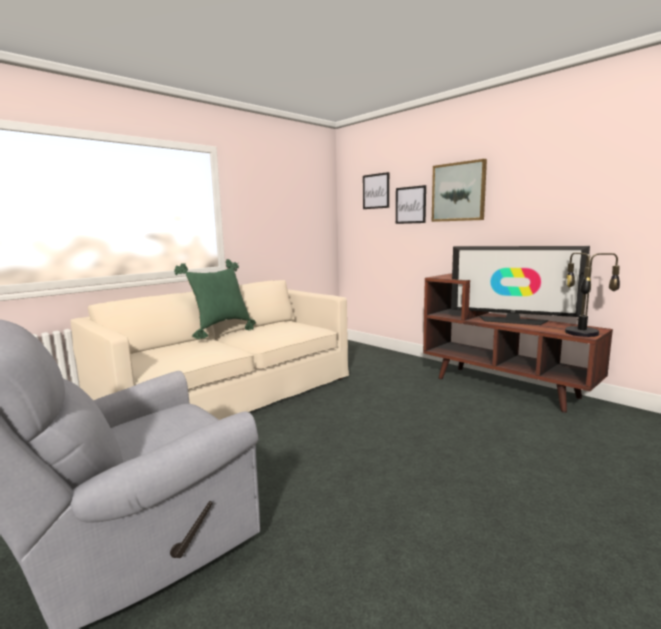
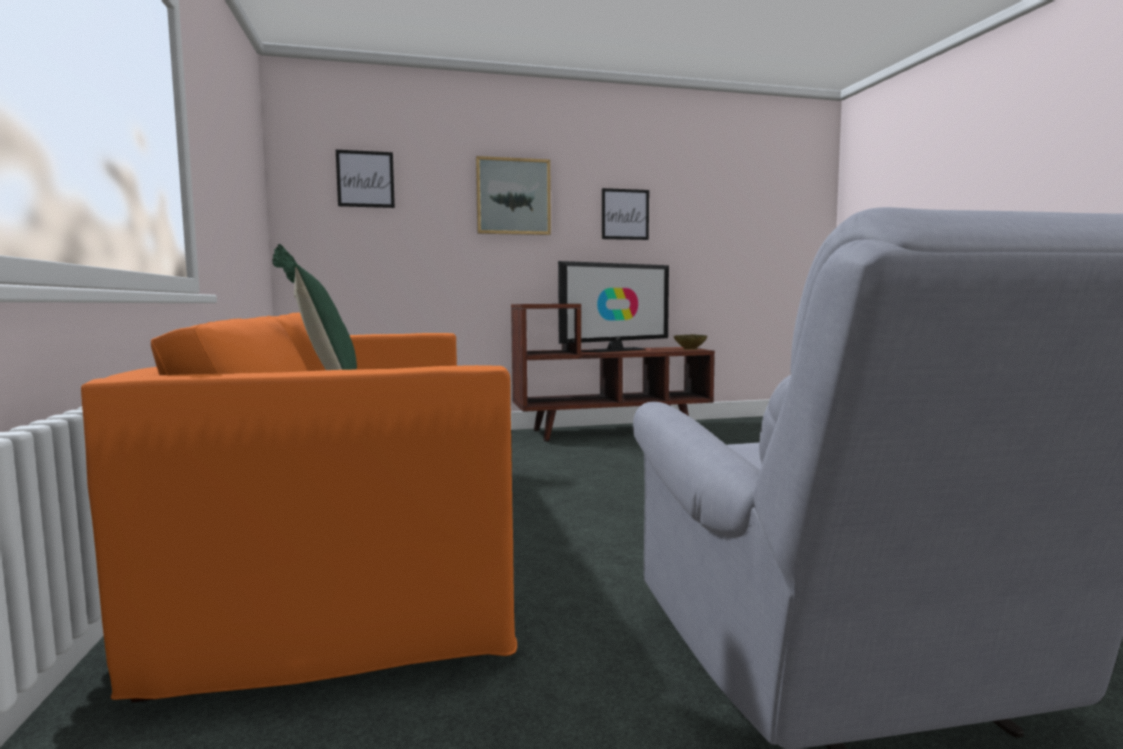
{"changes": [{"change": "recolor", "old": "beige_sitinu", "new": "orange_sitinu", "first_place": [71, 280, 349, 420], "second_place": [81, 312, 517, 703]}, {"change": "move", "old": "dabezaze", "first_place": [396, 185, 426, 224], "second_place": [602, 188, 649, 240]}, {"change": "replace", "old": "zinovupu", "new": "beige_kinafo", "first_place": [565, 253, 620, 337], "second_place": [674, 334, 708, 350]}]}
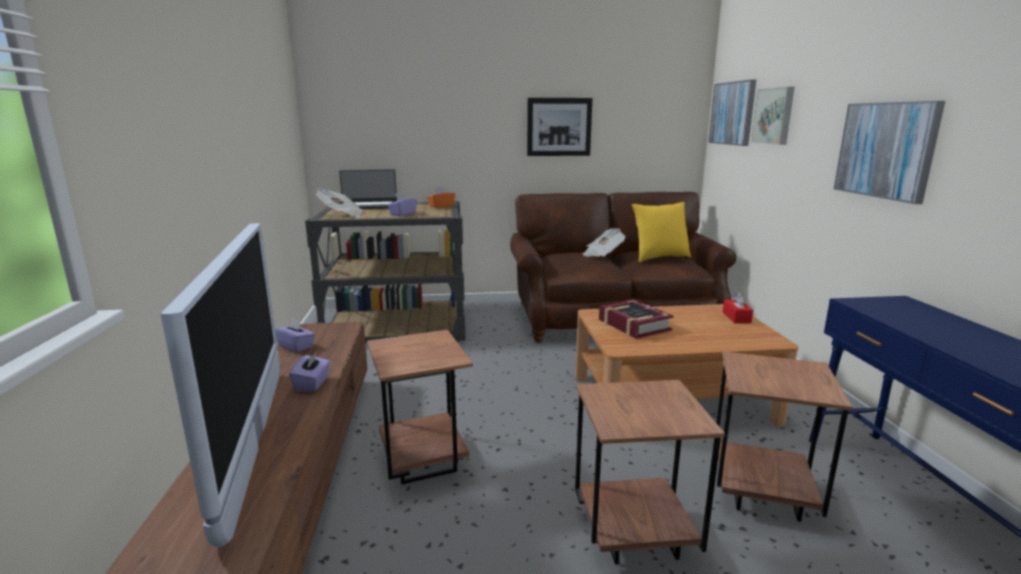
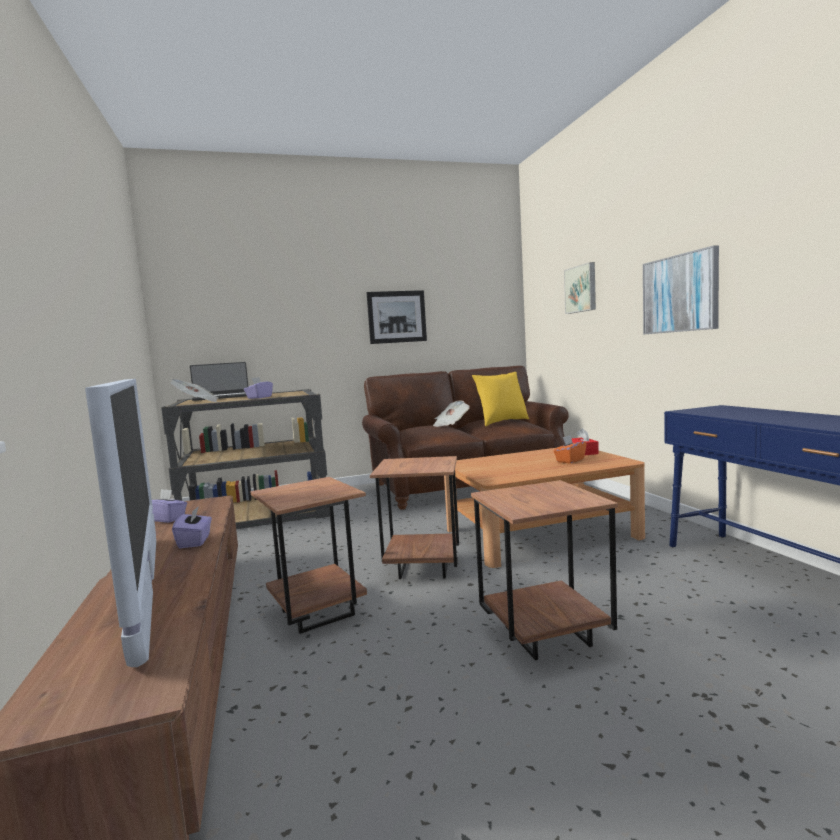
{"changes": [{"change": "move", "old": "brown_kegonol", "first_place": [716, 351, 853, 522], "second_place": [370, 456, 459, 579]}, {"change": "move", "old": "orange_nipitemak", "first_place": [427, 186, 455, 208], "second_place": [553, 435, 586, 464]}, {"change": "delete", "old": "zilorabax", "first_place": [599, 299, 673, 339]}, {"change": "delete", "old": "dabezaze", "first_place": [708, 79, 756, 146]}]}
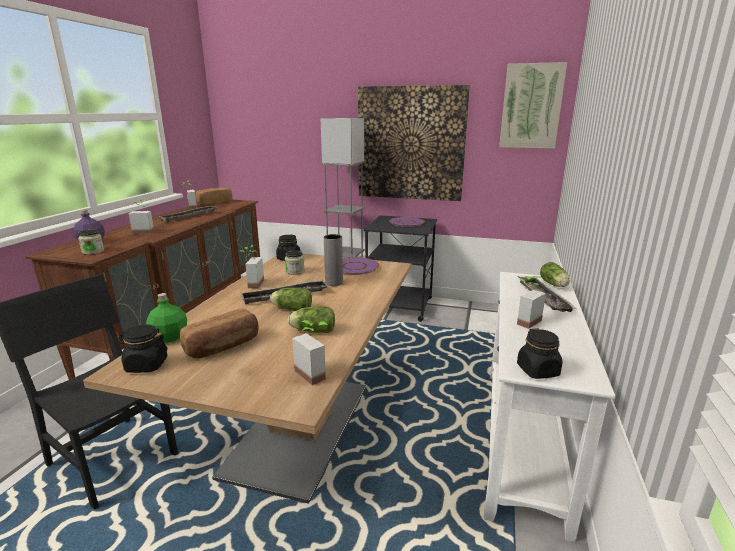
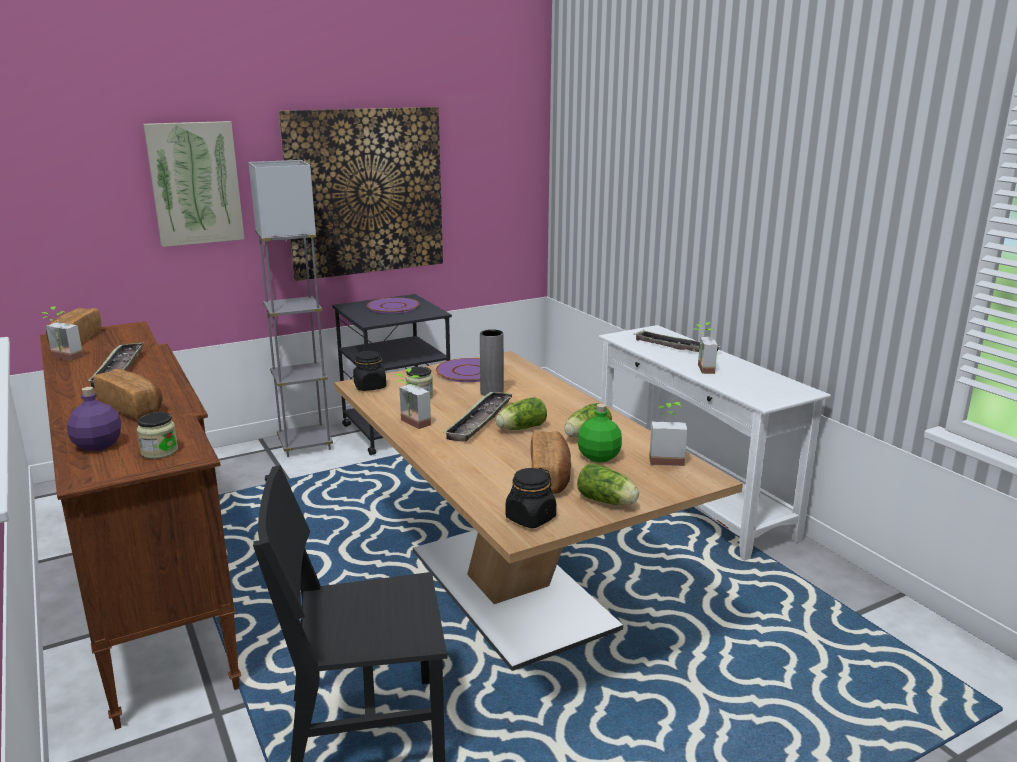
{"changes": [{"change": "replace", "old": "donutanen", "new": "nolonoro", "first_place": [129, 200, 154, 235], "second_place": [94, 369, 163, 419]}, {"change": "move", "old": "dabezaze", "first_place": [499, 62, 567, 149], "second_place": [143, 121, 245, 247]}, {"change": "move", "old": "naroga", "first_place": [540, 262, 570, 287], "second_place": [577, 463, 639, 505]}, {"change": "move", "old": "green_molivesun", "first_place": [146, 293, 187, 343], "second_place": [578, 404, 622, 462]}, {"change": "delete", "old": "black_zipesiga", "first_place": [517, 328, 562, 379]}]}
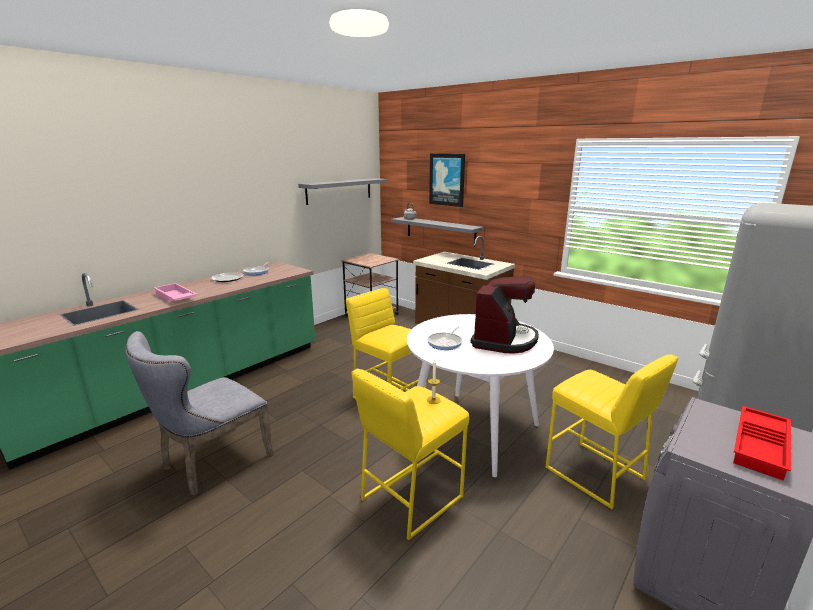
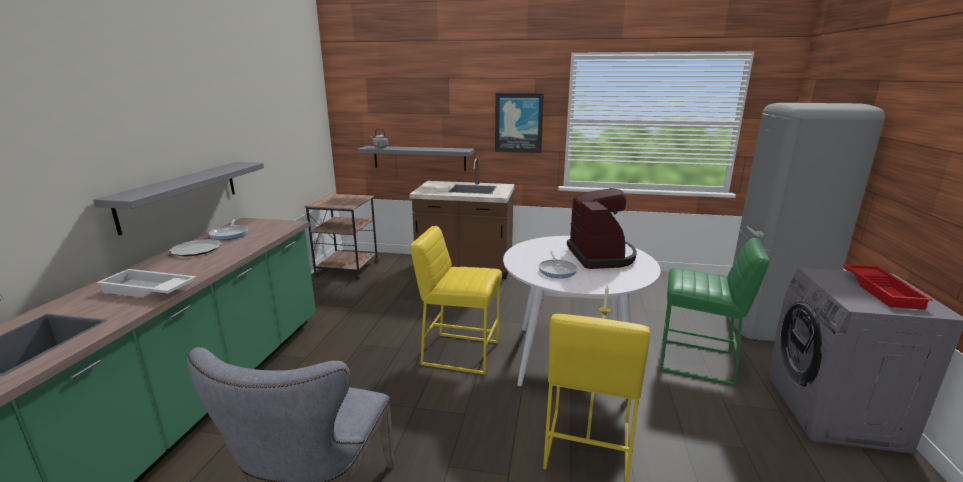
{"changes": [{"change": "move", "old": "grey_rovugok", "first_place": [298, 178, 387, 205], "second_place": [93, 162, 264, 235]}, {"change": "recolor", "old": "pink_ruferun", "new": "white_ruferun", "first_place": [154, 283, 197, 301], "second_place": [96, 269, 196, 298]}, {"change": "move", "old": "dabezaze", "first_place": [429, 154, 465, 207], "second_place": [495, 93, 544, 153]}, {"change": "recolor", "old": "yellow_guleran", "new": "green_guleran", "first_place": [546, 354, 678, 509], "second_place": [660, 238, 769, 386]}]}
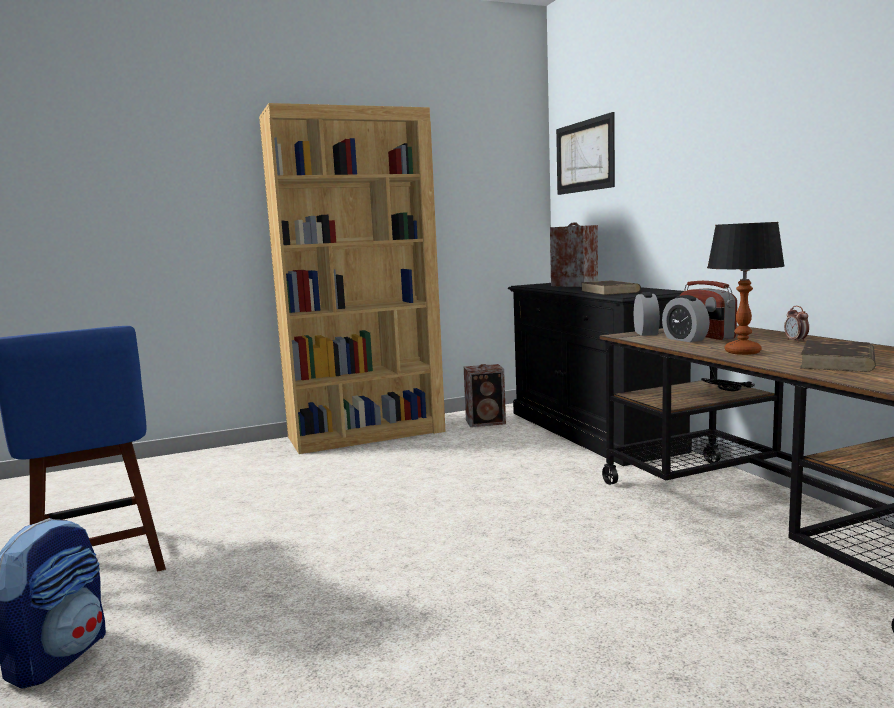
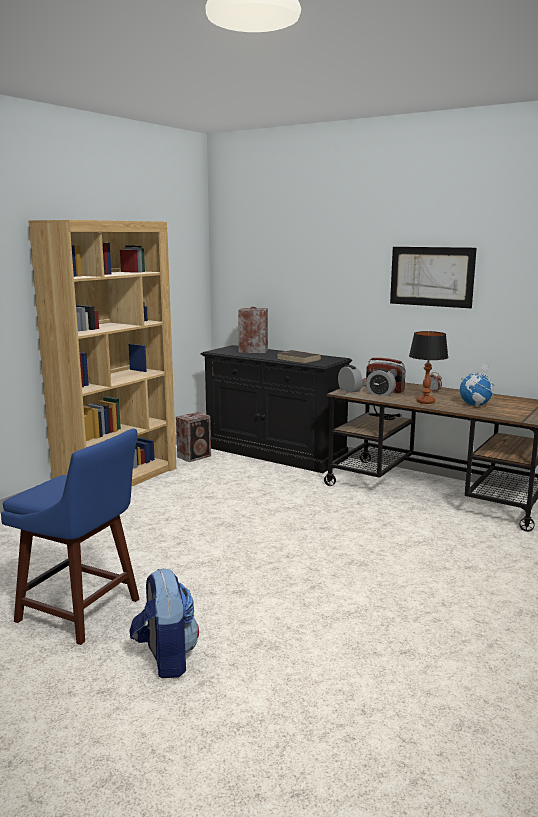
{"changes": [{"change": "move", "old": "dabezaze", "first_place": [556, 112, 615, 195], "second_place": [390, 247, 477, 308]}, {"change": "replace", "old": "brown_zilorabax", "new": "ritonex", "first_place": [800, 340, 876, 372], "second_place": [460, 363, 495, 406]}]}
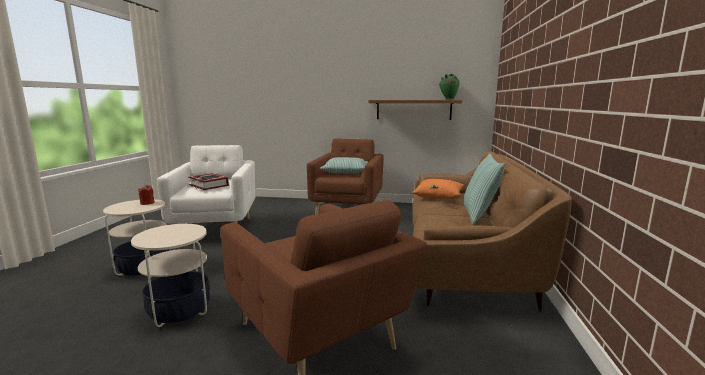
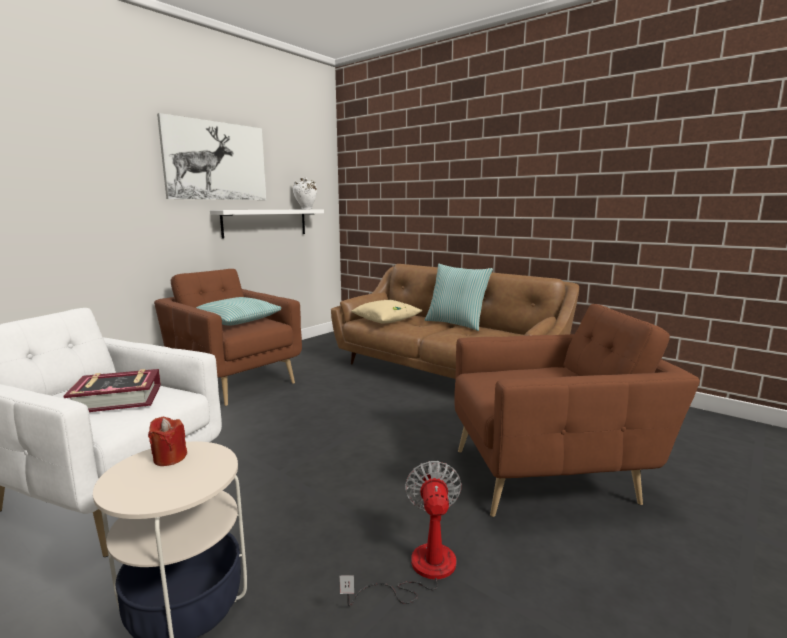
{"changes": [{"change": "insert", "new": "dabezaze", "second_place": [157, 113, 266, 200]}, {"change": "recolor", "old": "brown_rovugok", "new": "white_rovugok", "first_place": [368, 100, 462, 120], "second_place": [210, 209, 324, 239]}, {"change": "recolor", "old": "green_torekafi", "new": "white_torekafi", "first_place": [439, 74, 460, 100], "second_place": [293, 177, 317, 209]}, {"change": "replace", "old": "beige_kegonol", "new": "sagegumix", "first_place": [131, 224, 210, 327], "second_place": [340, 461, 462, 606]}, {"change": "recolor", "old": "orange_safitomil", "new": "beige_safitomil", "first_place": [412, 179, 464, 199], "second_place": [351, 300, 423, 323]}]}
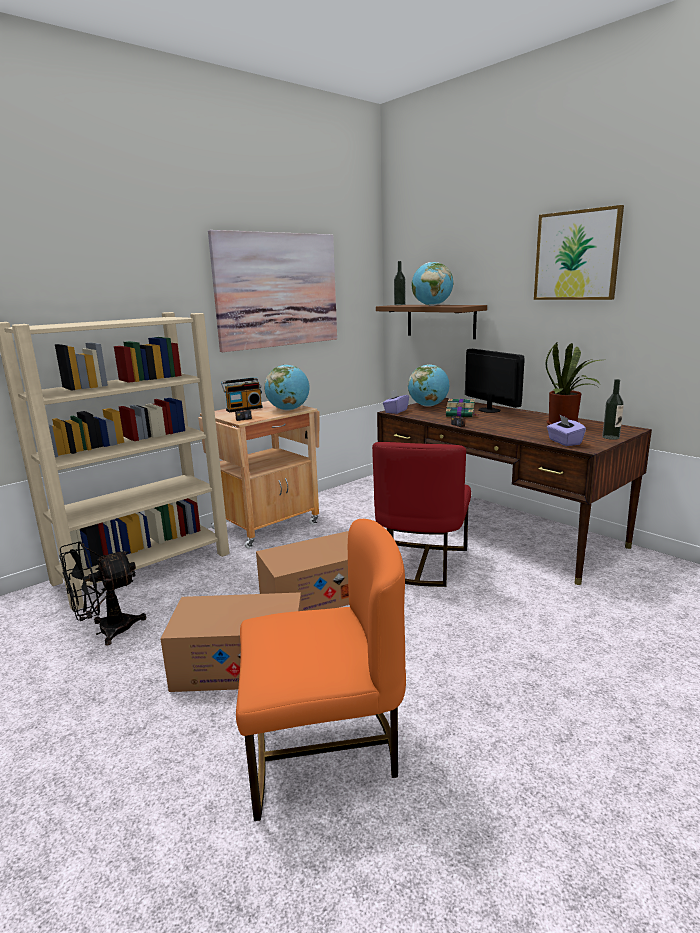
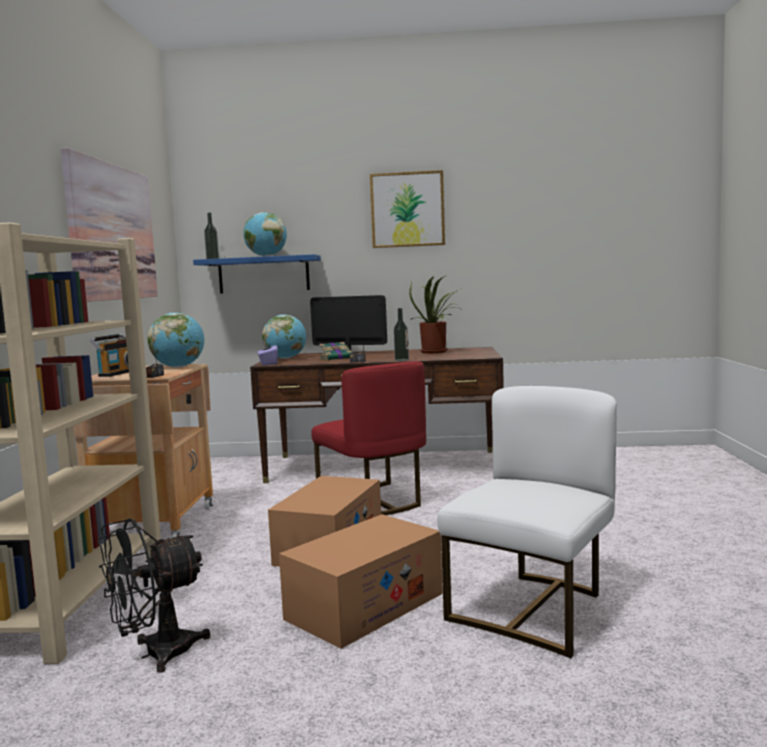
{"changes": [{"change": "rotate", "old": "black_sagegumix", "first_place": [59, 541, 146, 645], "second_place": [98, 518, 210, 673], "degrees": 45}, {"change": "recolor", "old": "brown_rovugok", "new": "blue_rovugok", "first_place": [376, 305, 487, 339], "second_place": [193, 254, 321, 293]}, {"change": "move", "old": "molivesun", "first_place": [602, 379, 624, 440], "second_place": [394, 308, 409, 361]}, {"change": "recolor", "old": "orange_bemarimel", "new": "white_bemarimel", "first_place": [236, 519, 406, 821], "second_place": [437, 386, 617, 658]}, {"change": "delete", "old": "purple_nipitemak", "first_place": [547, 414, 586, 446]}]}
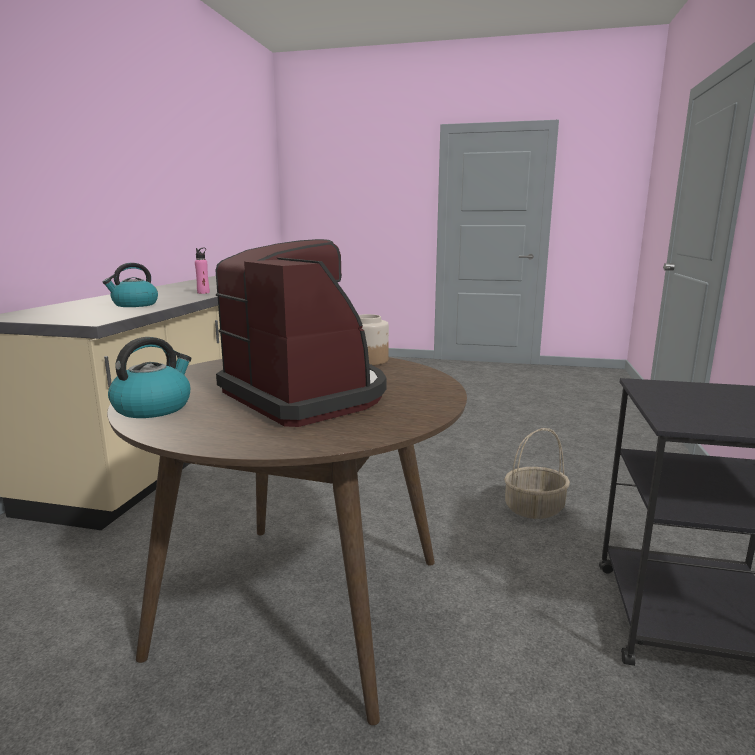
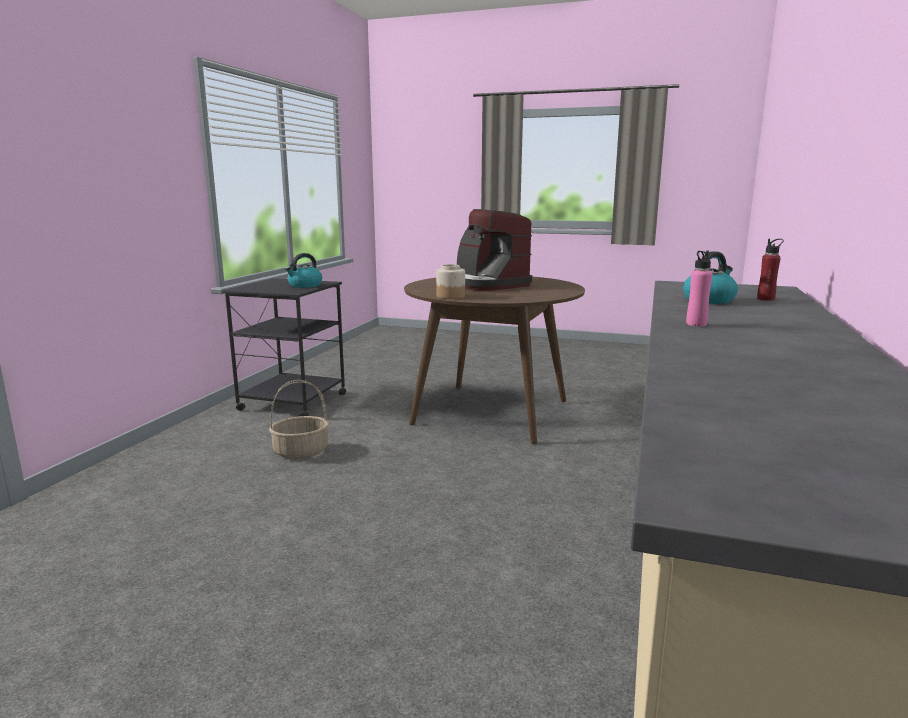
{"changes": [{"change": "move", "old": "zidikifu", "first_place": [108, 337, 191, 418], "second_place": [285, 253, 322, 288]}, {"change": "insert", "new": "red_molivesun", "second_place": [757, 239, 784, 301]}]}
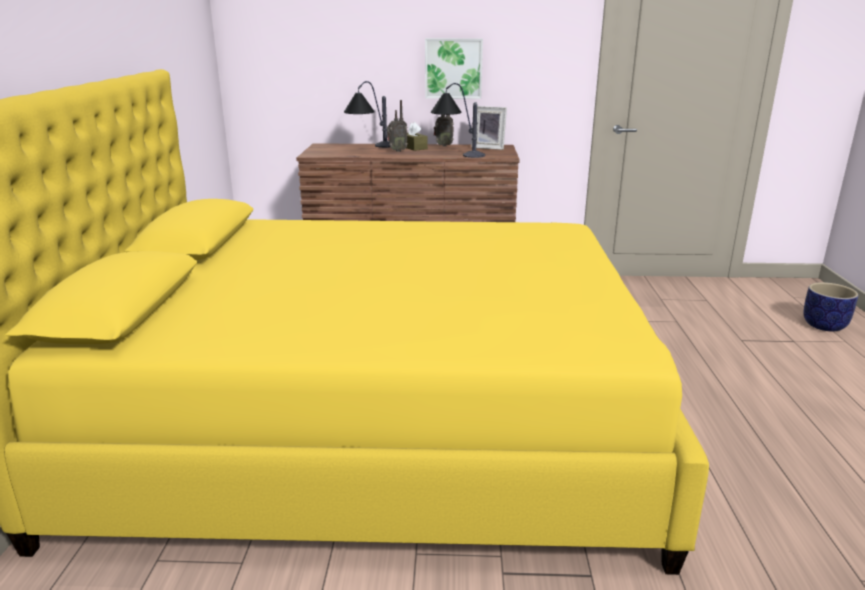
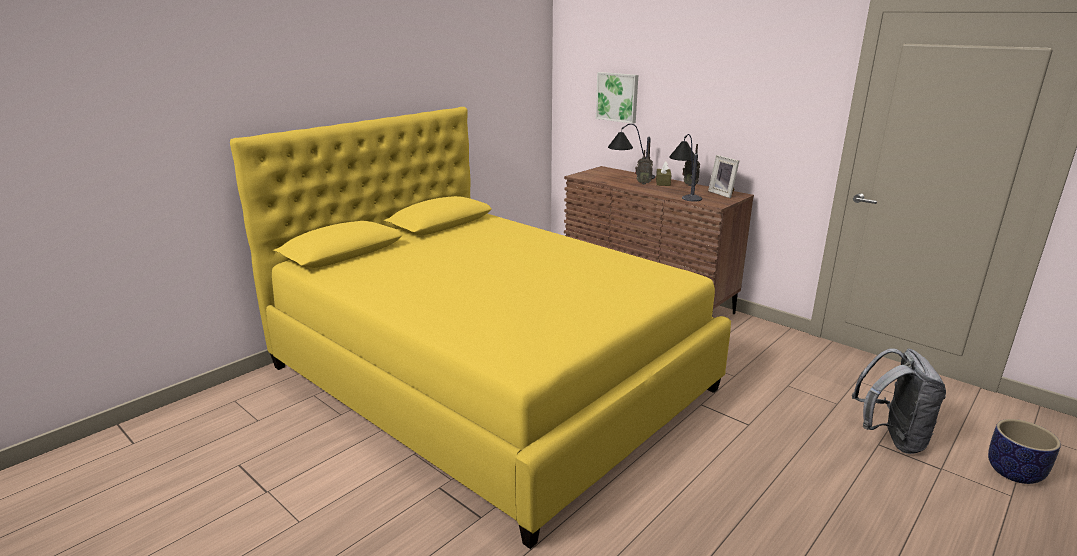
{"changes": [{"change": "move", "old": "dabezaze", "first_place": [425, 38, 483, 99], "second_place": [596, 72, 638, 124]}, {"change": "insert", "new": "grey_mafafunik", "second_place": [852, 348, 946, 454]}]}
